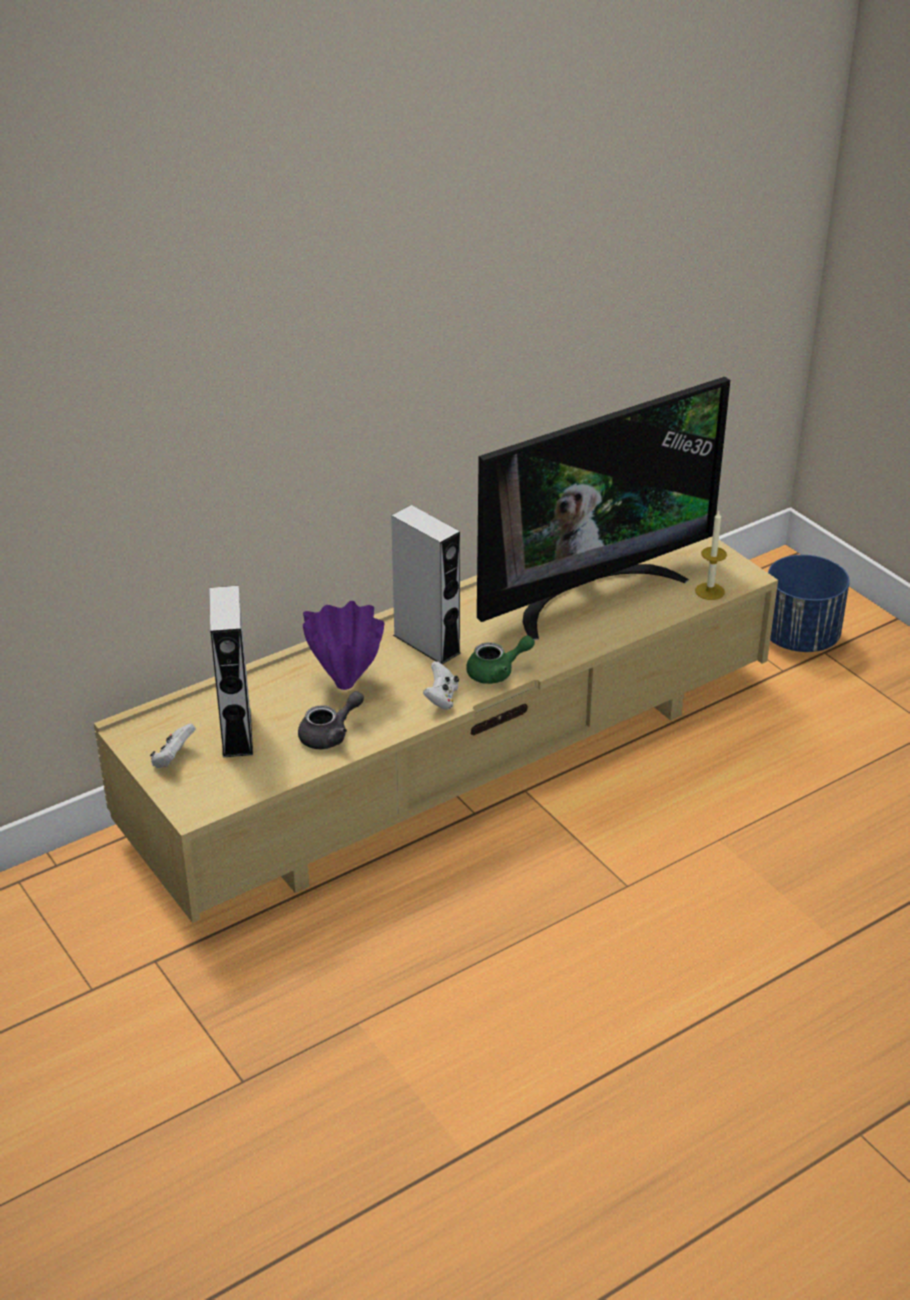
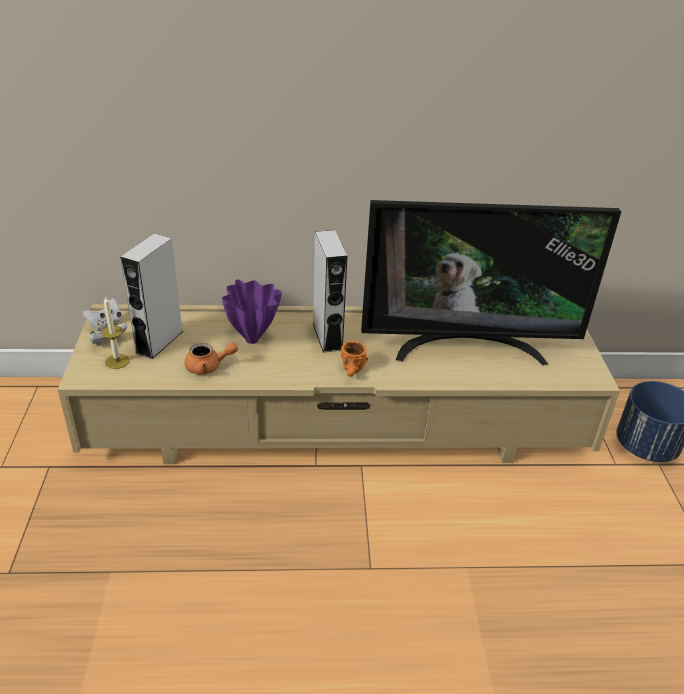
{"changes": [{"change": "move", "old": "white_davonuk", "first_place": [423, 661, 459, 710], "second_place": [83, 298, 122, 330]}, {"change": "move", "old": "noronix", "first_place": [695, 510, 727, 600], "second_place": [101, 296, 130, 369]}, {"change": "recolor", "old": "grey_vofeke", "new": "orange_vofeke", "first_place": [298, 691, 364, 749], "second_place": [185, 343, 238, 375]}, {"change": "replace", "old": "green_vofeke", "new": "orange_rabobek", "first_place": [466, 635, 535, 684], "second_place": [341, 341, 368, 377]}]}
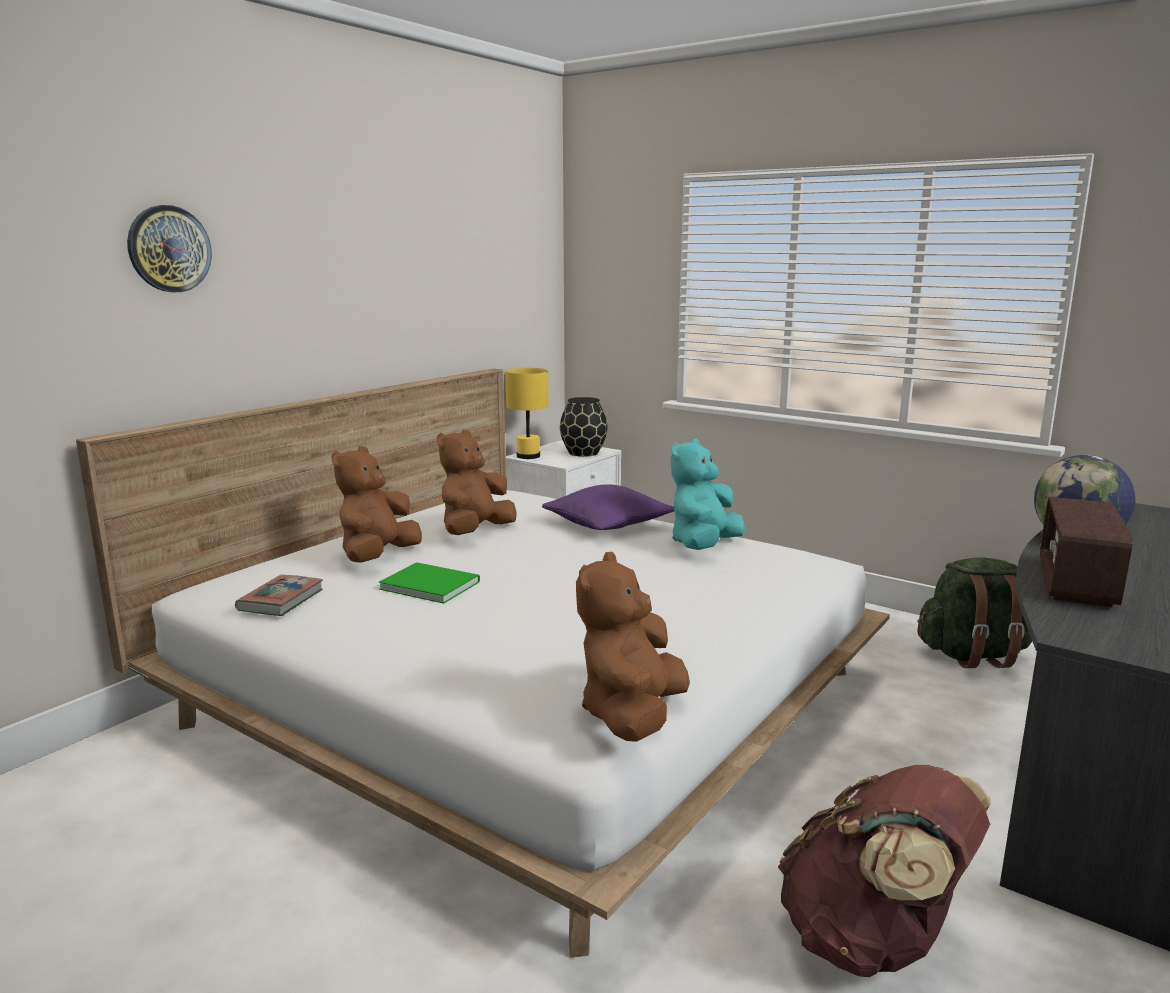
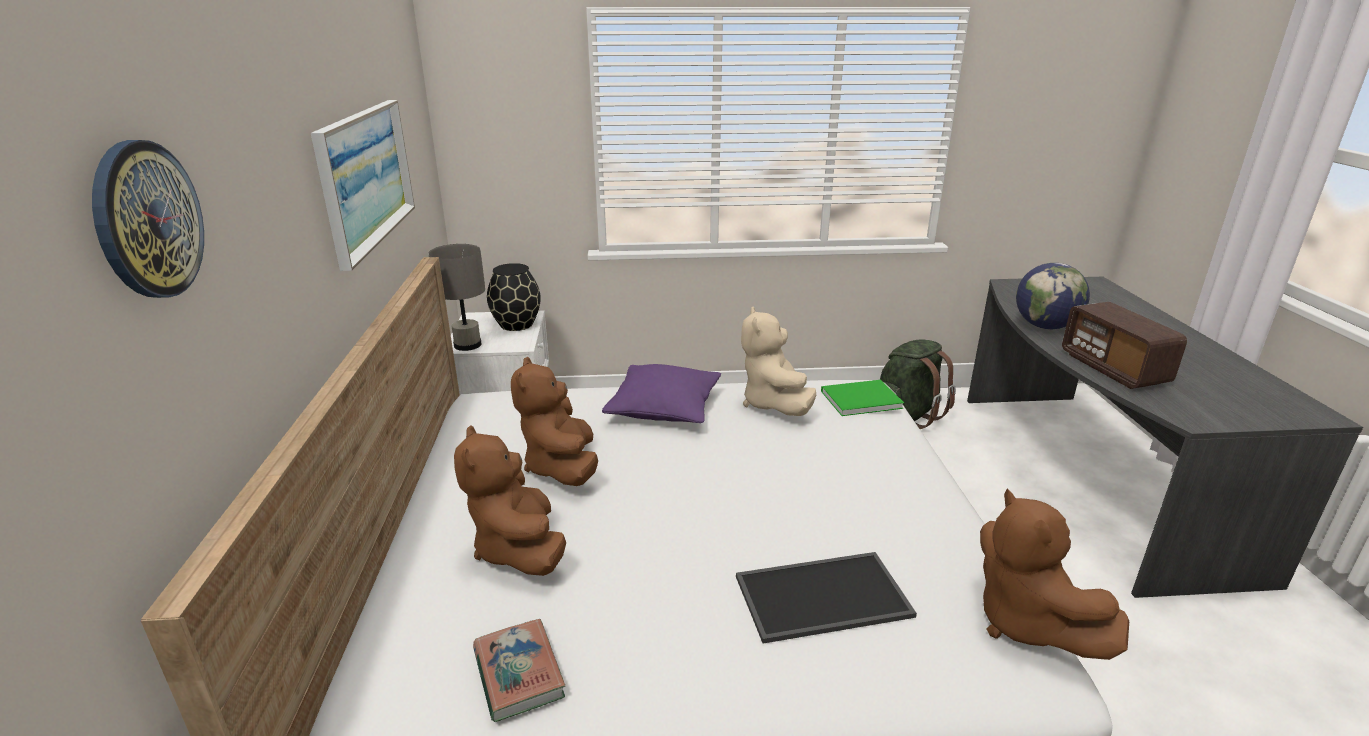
{"changes": [{"change": "insert", "new": "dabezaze", "second_place": [311, 100, 415, 271]}, {"change": "recolor", "old": "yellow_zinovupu", "new": "grey_zinovupu", "first_place": [506, 368, 549, 459], "second_place": [428, 244, 485, 351]}, {"change": "insert", "new": "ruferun", "second_place": [736, 552, 917, 644]}, {"change": "recolor", "old": "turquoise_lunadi", "new": "beige_lunadi", "first_place": [671, 439, 745, 550], "second_place": [741, 307, 816, 416]}, {"change": "move", "old": "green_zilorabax", "first_place": [379, 562, 480, 604], "second_place": [821, 380, 904, 416]}, {"change": "delete", "old": "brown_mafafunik", "first_place": [778, 765, 990, 977]}]}
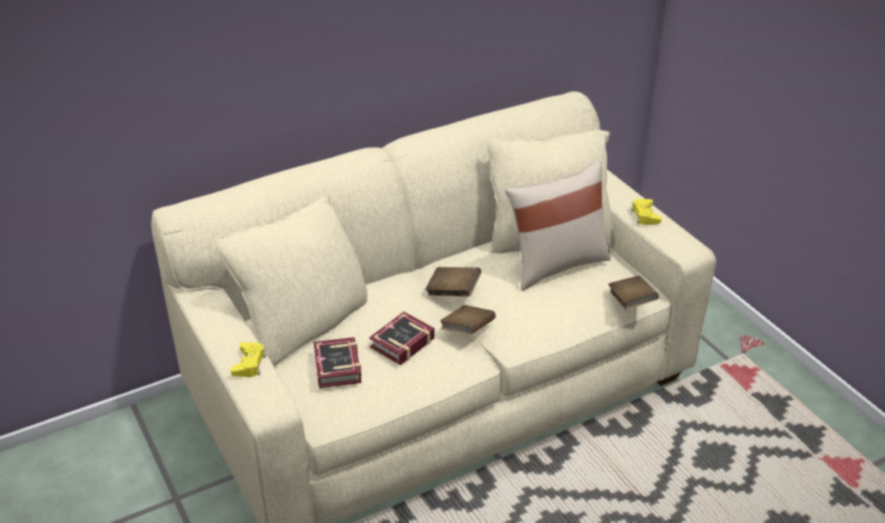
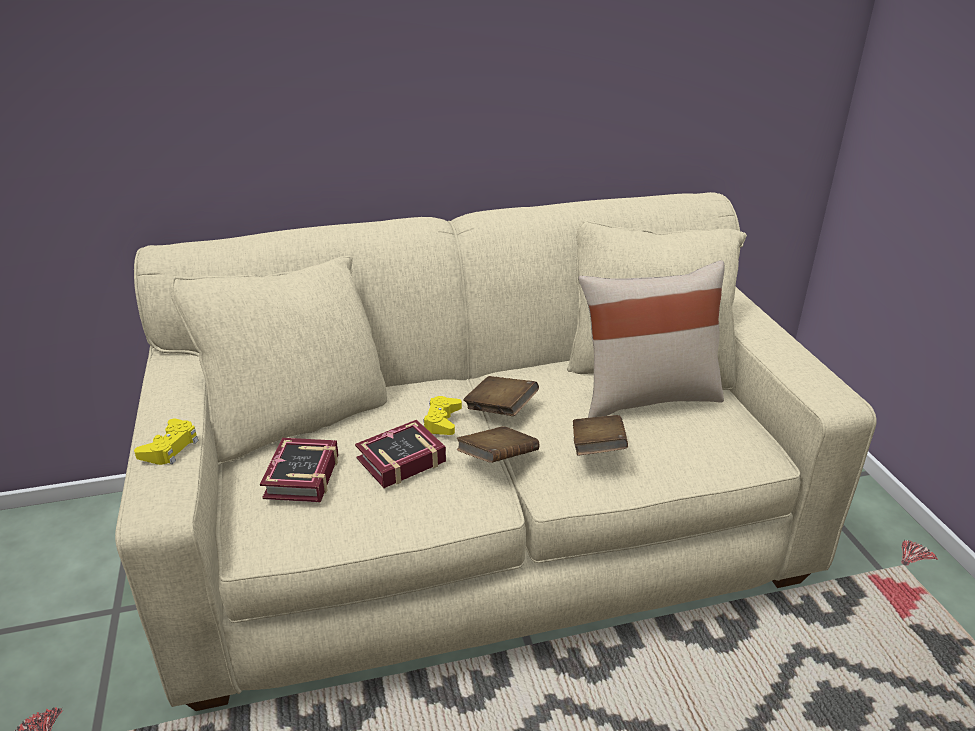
{"changes": [{"change": "move", "old": "yellow_davonuk", "first_place": [631, 199, 662, 225], "second_place": [423, 396, 462, 435]}, {"change": "move", "old": "brown_zilorabax", "first_place": [608, 276, 659, 309], "second_place": [573, 415, 628, 456]}]}
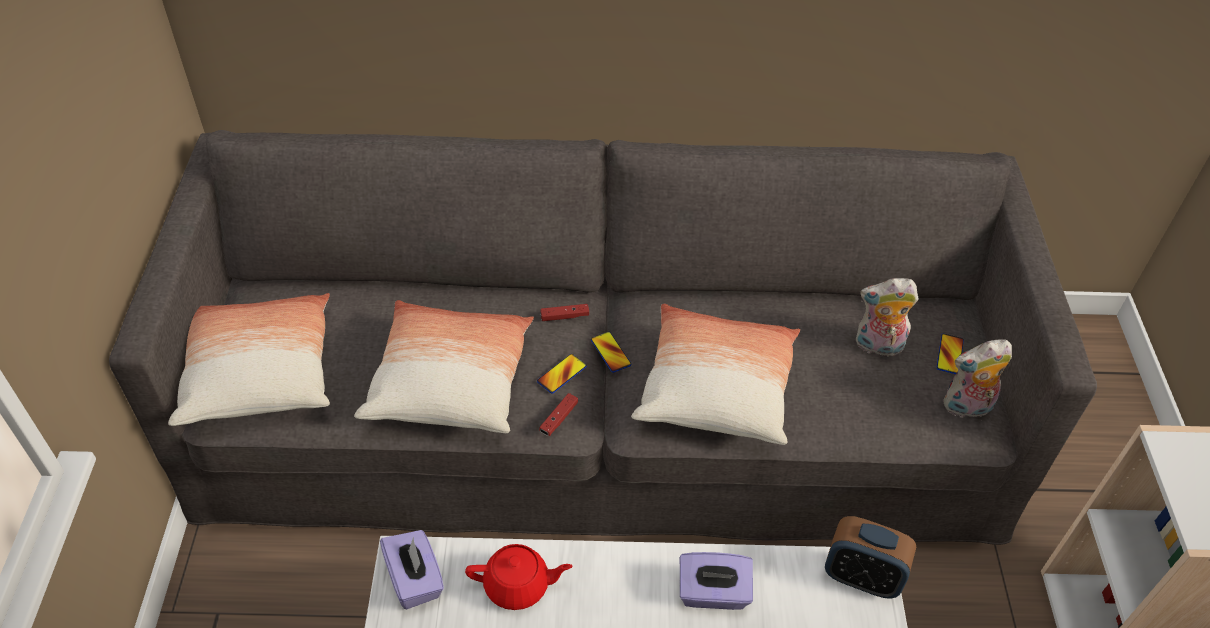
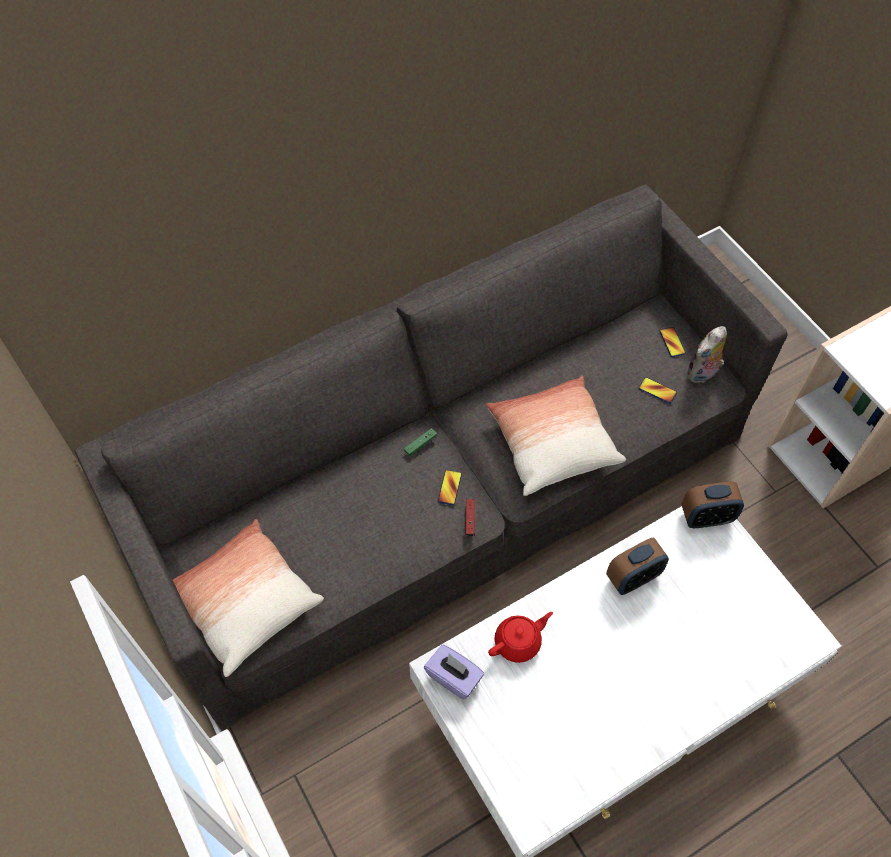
{"changes": [{"change": "recolor", "old": "red_davonuk", "new": "green_davonuk", "first_place": [540, 304, 589, 321], "second_place": [404, 428, 437, 457]}, {"change": "replace", "old": "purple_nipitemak", "new": "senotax", "first_place": [680, 552, 753, 610], "second_place": [606, 538, 669, 595]}, {"change": "move", "old": "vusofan", "first_place": [591, 332, 631, 373], "second_place": [639, 377, 677, 404]}, {"change": "delete", "old": "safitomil", "first_place": [354, 300, 534, 433]}, {"change": "delete", "old": "lunadi", "first_place": [856, 278, 919, 360]}]}
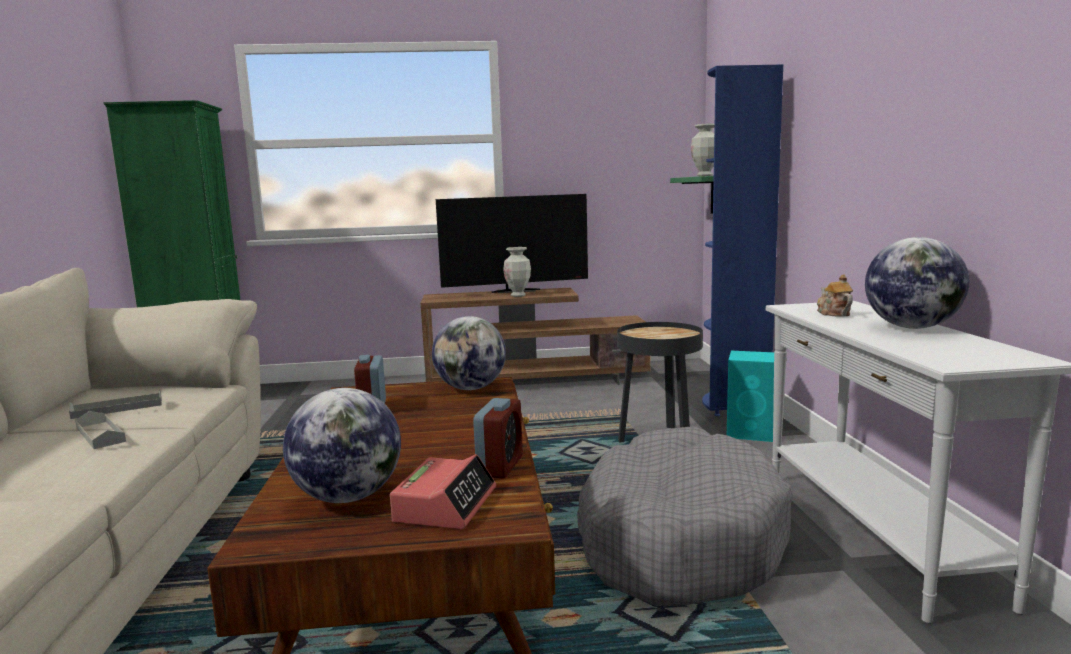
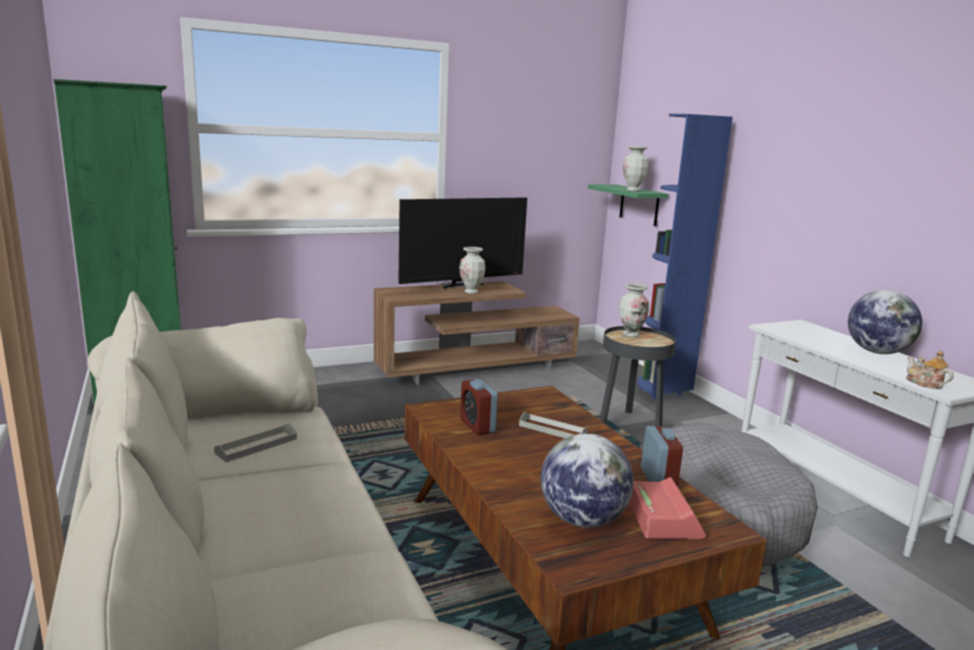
{"changes": [{"change": "move", "old": "grey_ruferun", "first_place": [75, 411, 126, 449], "second_place": [519, 412, 588, 438]}, {"change": "insert", "new": "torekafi", "second_place": [619, 283, 649, 338]}, {"change": "move", "old": "vofeke", "first_place": [817, 274, 853, 317], "second_place": [906, 351, 954, 389]}, {"change": "delete", "old": "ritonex", "first_place": [432, 316, 506, 390]}, {"change": "delete", "old": "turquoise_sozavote", "first_place": [727, 351, 774, 442]}]}
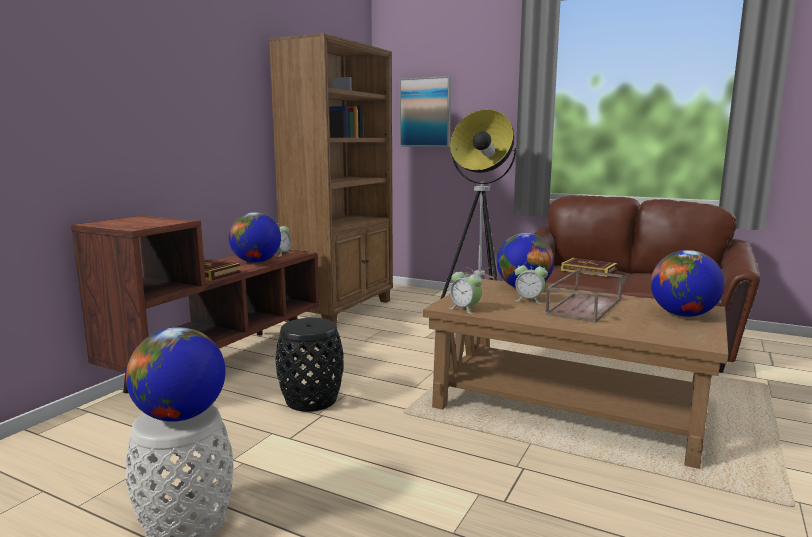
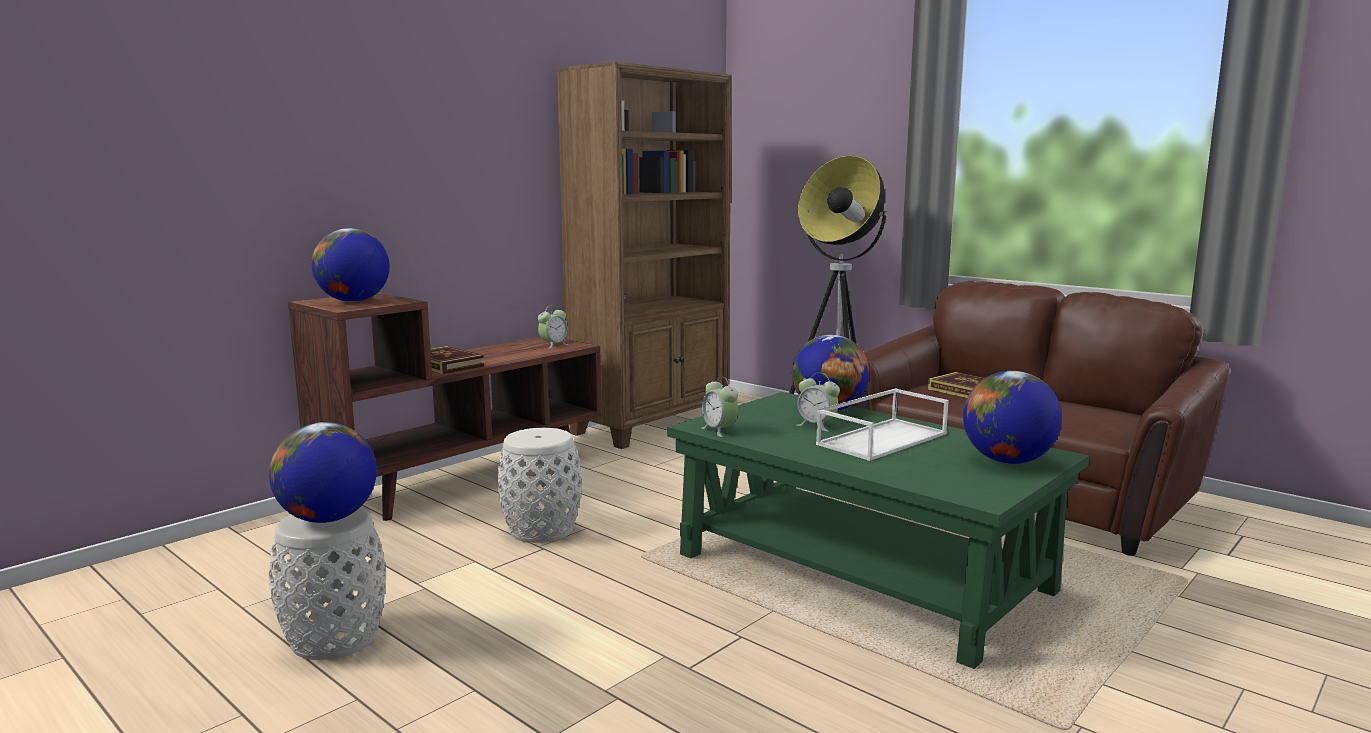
{"changes": [{"change": "move", "old": "ritonex", "first_place": [229, 212, 281, 263], "second_place": [311, 228, 390, 302]}, {"change": "recolor", "old": "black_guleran", "new": "white_guleran", "first_place": [276, 318, 344, 412], "second_place": [497, 428, 582, 543]}, {"change": "recolor", "old": "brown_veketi", "new": "green_veketi", "first_place": [423, 279, 728, 469], "second_place": [667, 392, 1090, 669]}, {"change": "recolor", "old": "brown_ruferun", "new": "white_ruferun", "first_place": [545, 269, 623, 323], "second_place": [816, 388, 949, 461]}, {"change": "delete", "old": "dabezaze", "first_place": [399, 76, 451, 147]}]}
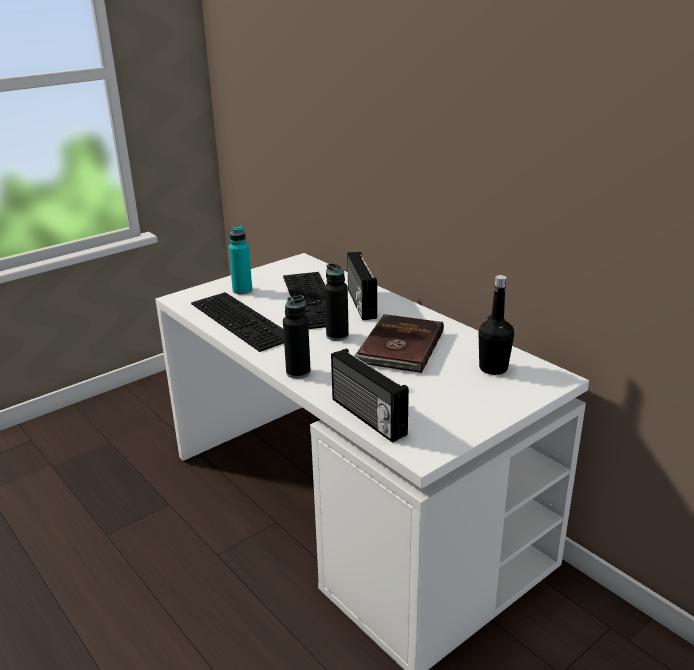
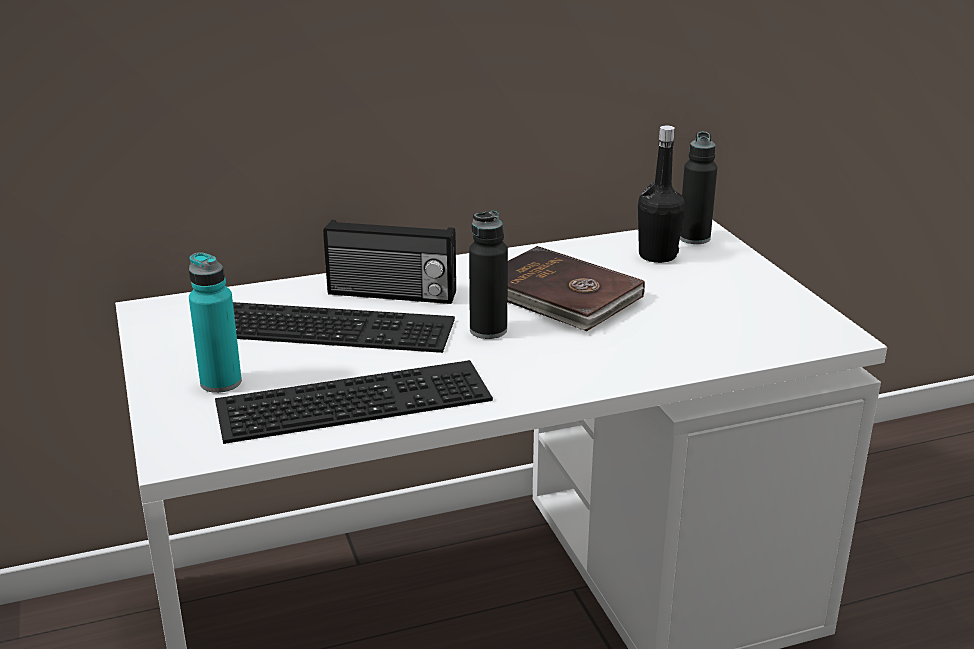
{"changes": [{"change": "move", "old": "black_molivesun", "first_place": [283, 295, 311, 379], "second_place": [680, 132, 717, 244]}, {"change": "delete", "old": "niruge", "first_place": [331, 348, 409, 443]}]}
